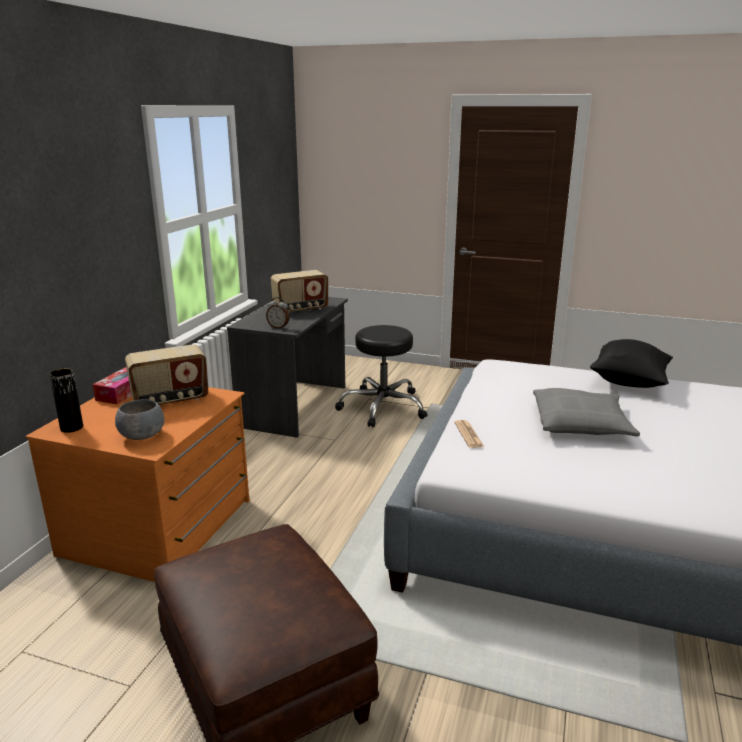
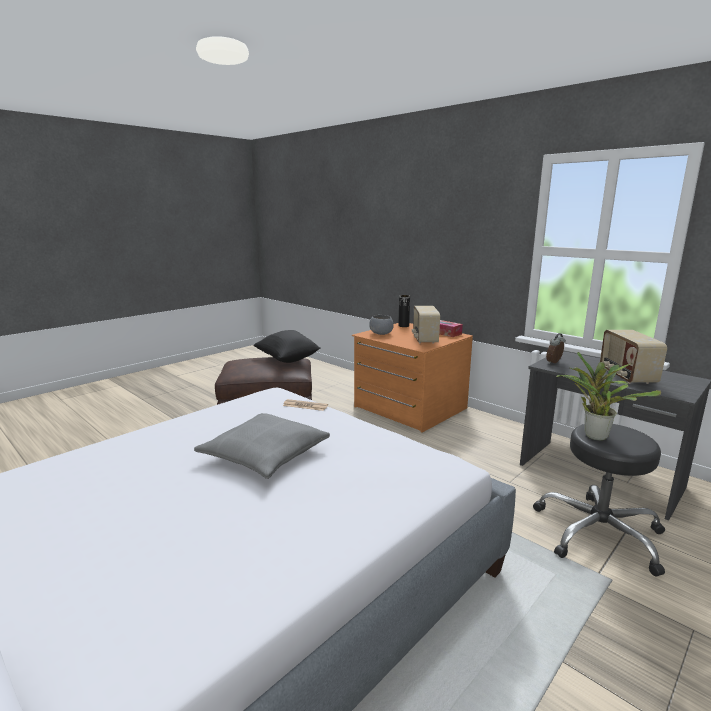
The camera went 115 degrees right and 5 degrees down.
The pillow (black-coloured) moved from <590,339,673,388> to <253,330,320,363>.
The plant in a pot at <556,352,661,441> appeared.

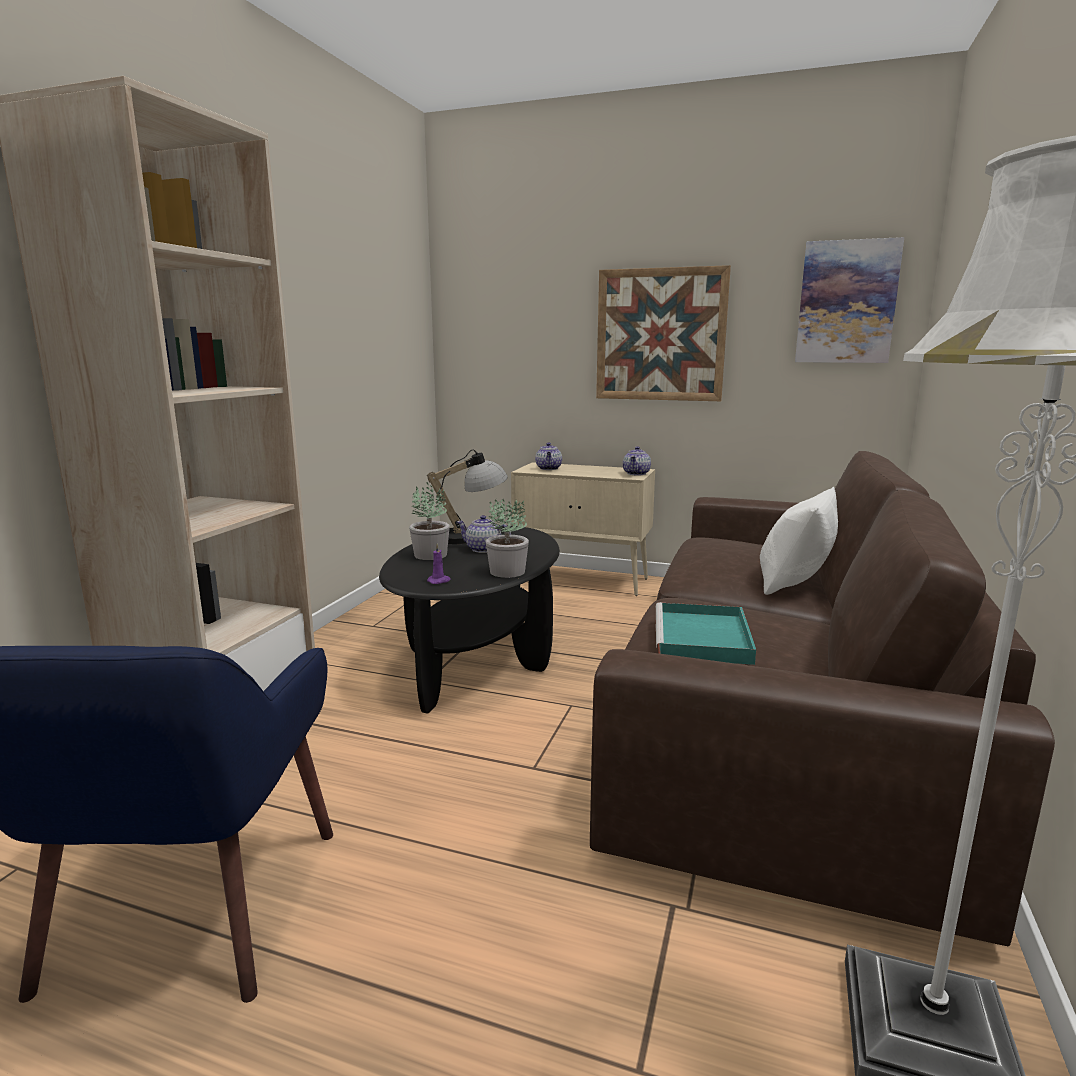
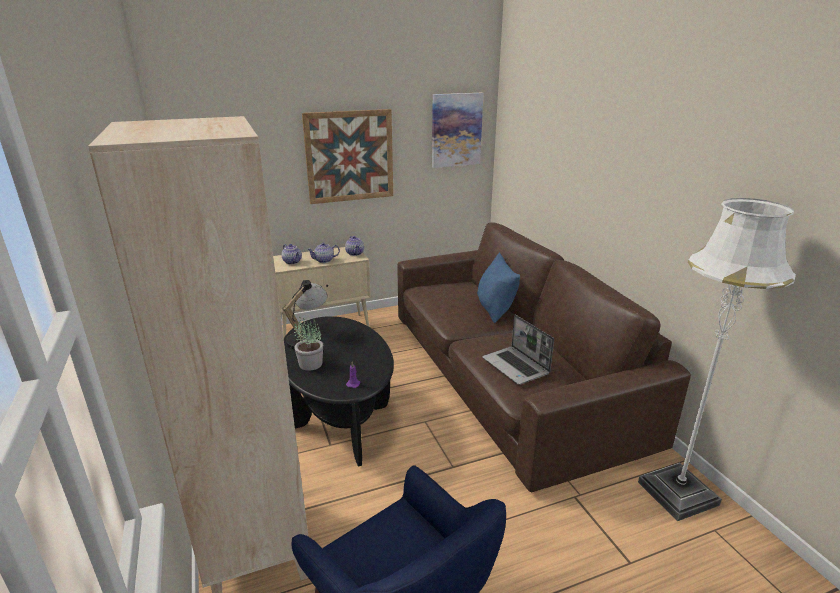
The camera went 40 degrees left and 10 degrees up.
The pot for tea moved from <457,515,511,553> to <307,243,340,263>.
The plant in a pot at <486,499,529,578> disappeared.
The carrying tray (turquoise) at <656,602,756,665> was replaced by the notebook computer at <482,315,554,385>.
The pillow (white) at <760,487,838,595> became the pillow (blue) at <477,253,520,323>.

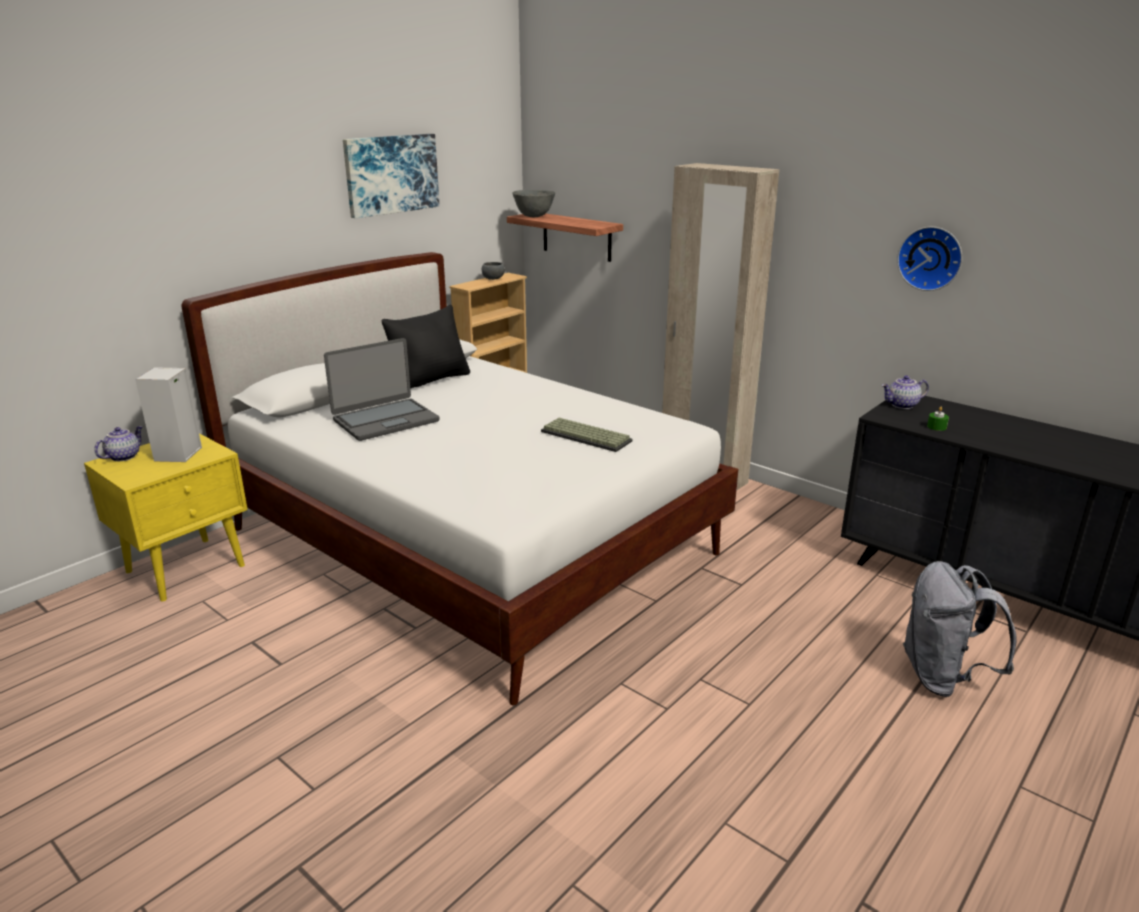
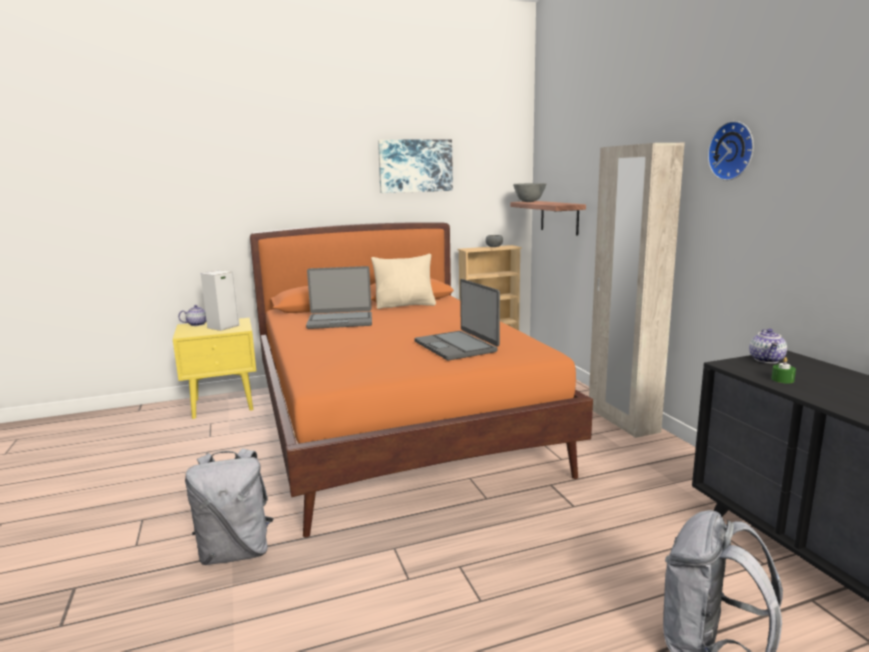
The camera went 30 degrees right and 10 degrees down.
The bed (white) at <182,252,738,706> became the bed (orange-coloured) at <250,222,593,538>.
The pillow (black-coloured) at <382,304,470,389> became the pillow (beige-coloured) at <371,254,436,309>.
The keyboard at <541,418,633,452> was replaced by the notebook computer at <414,279,500,361>.
The pot for tea at <882,376,929,409> turned 90 degrees counterclockwise.
The clock on the wall moved from <897,227,962,291> to <707,121,754,181>.
The rucksack (grey) at <185,449,273,565> appeared.

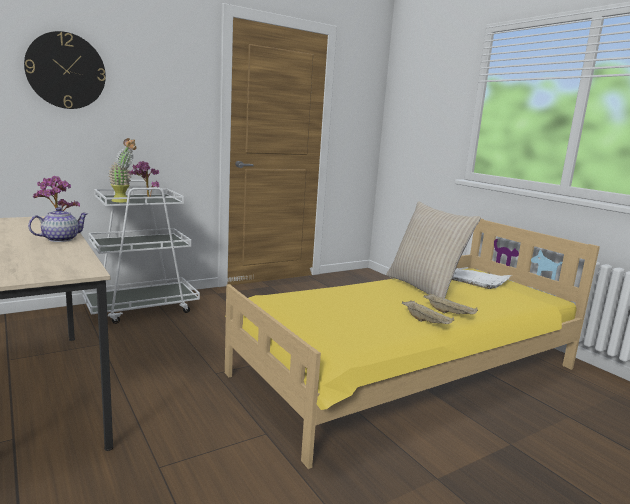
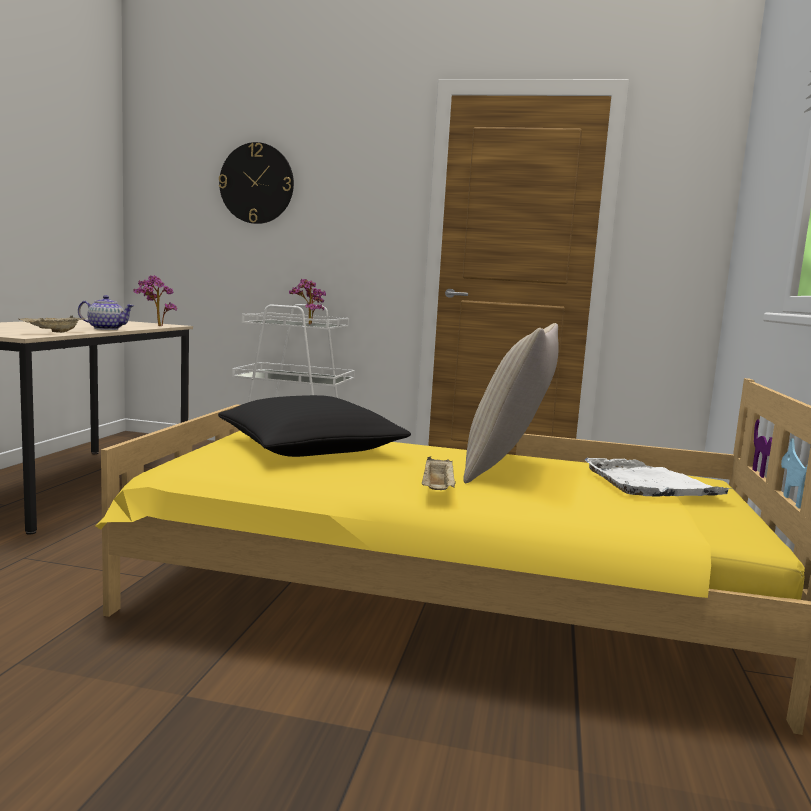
The camera went 45 degrees right and 5 degrees down.
The plant in a pot at <108,138,136,202> disappeared.
The carrying tray (beige-coloured) moved from <402,301,454,324> to <19,315,85,333>.
The pillow (black-coloured) at <218,395,411,457> appeared.

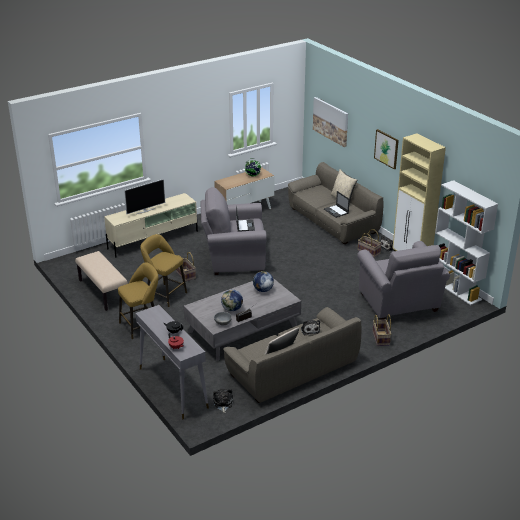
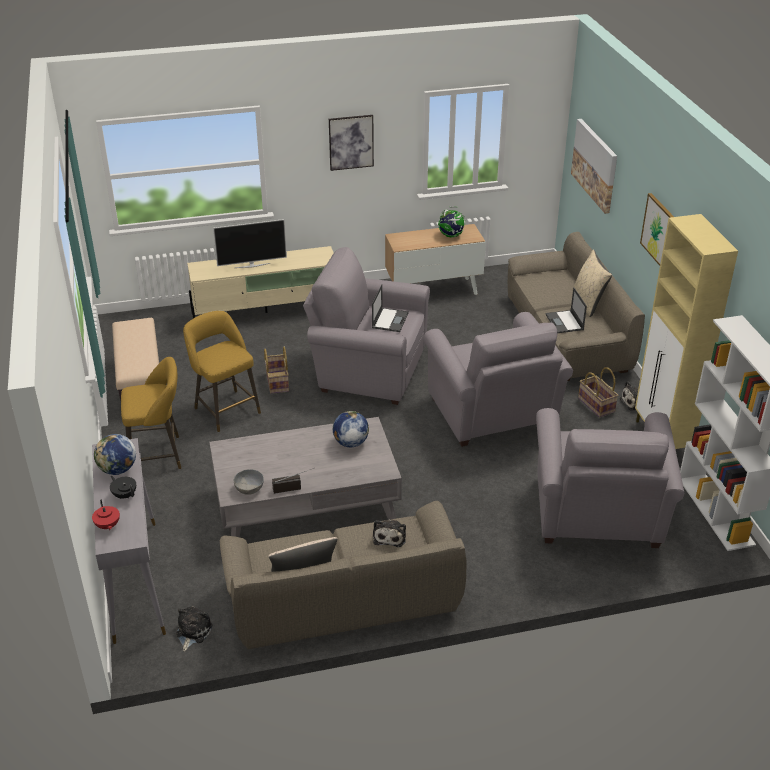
The camera went 20 degrees right and 5 degrees up.
The desk globe moved from <221,290,243,311> to <94,434,136,475>.
The storage basket at <372,314,391,346> disappeared.
The wall picture at <329,115,374,171> appeared.
The lounge chair (grey) at <423,312,573,447> appeared.

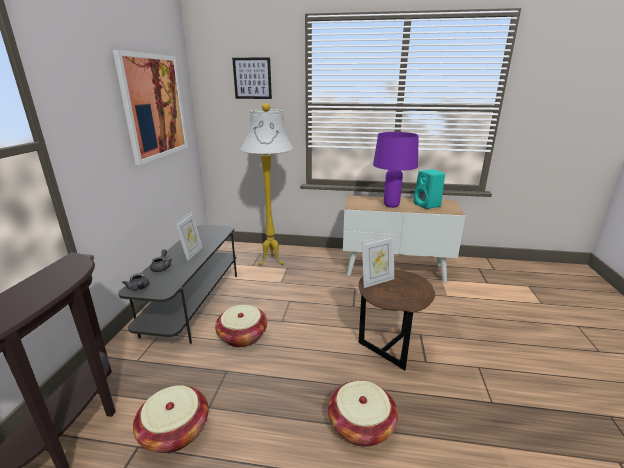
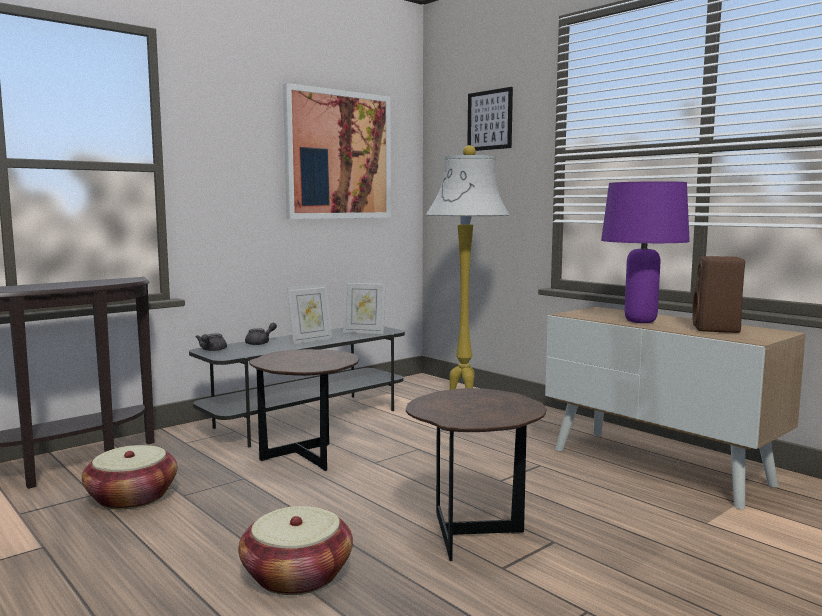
The camera went 40 degrees right and 15 degrees down.
The storage basket at <215,305,267,347> was replaced by the end table (brownish) at <249,349,359,471>.
The picture frame moved from <362,234,394,288> to <343,280,386,334>.
The loudspeaker (turquoise) at <414,169,445,209> became the loudspeaker (brownish) at <692,256,745,333>.

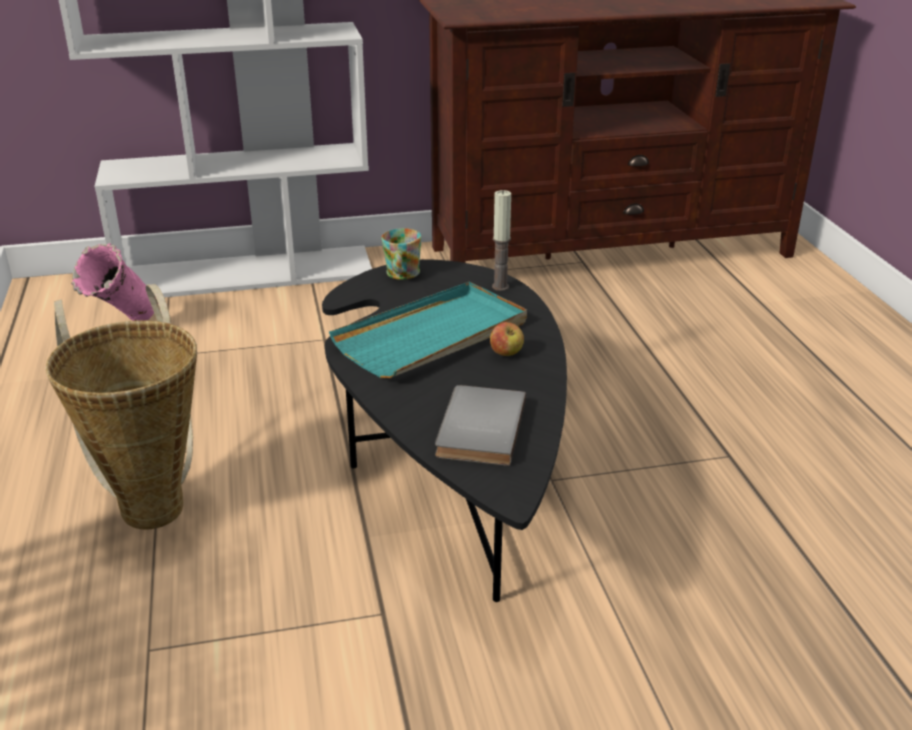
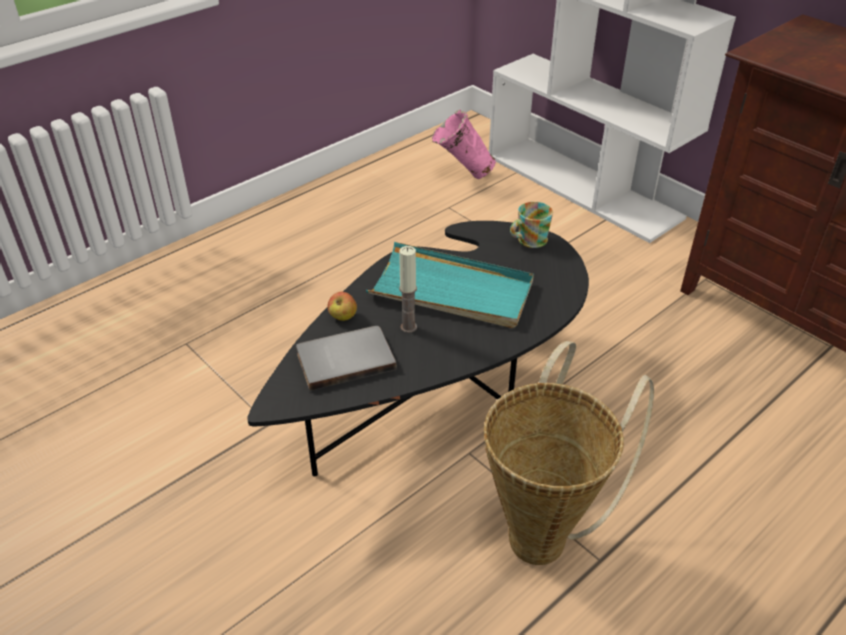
The camera went 60 degrees right and 10 degrees up.
The storage basket moved from <45,284,197,530> to <484,341,654,565>.
The whole apple moved from <490,322,524,356> to <327,292,357,321>.
The wax light moved from <492,190,511,291> to <399,246,417,333>.

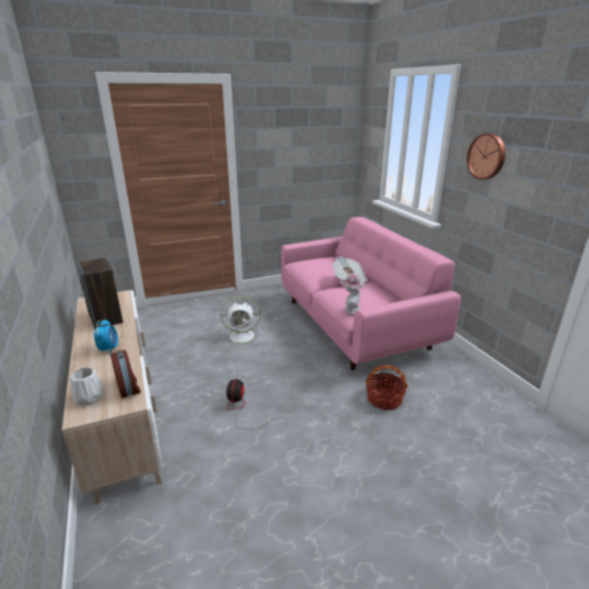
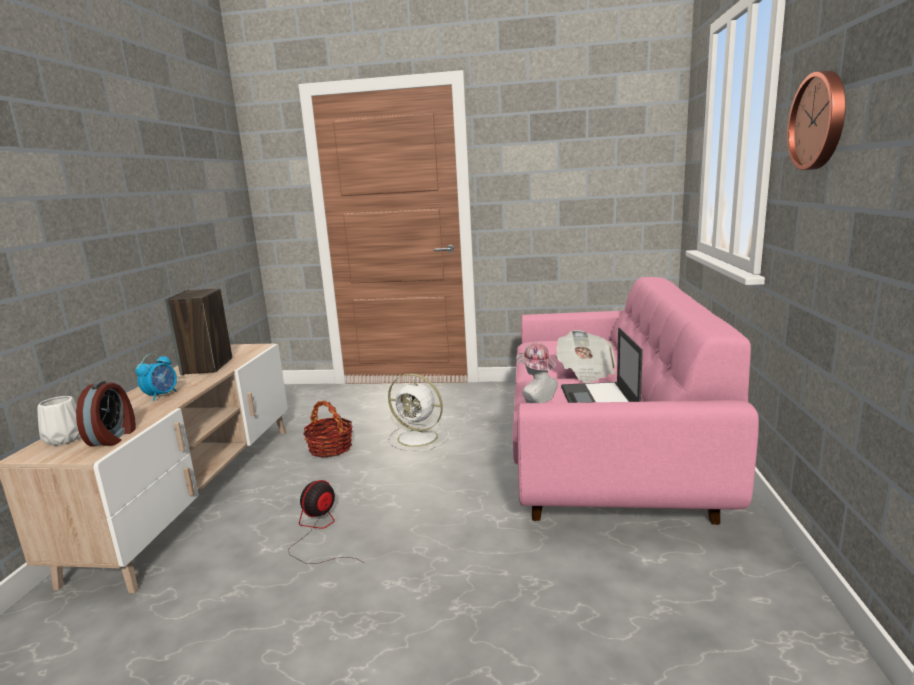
The camera went 30 degrees right and 10 degrees down.
The storage basket moved from <366,365,408,410> to <303,400,353,458>.
The notebook computer at <561,328,643,403> appeared.

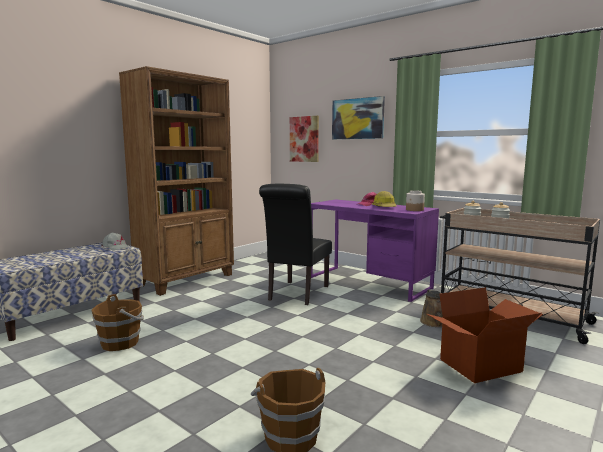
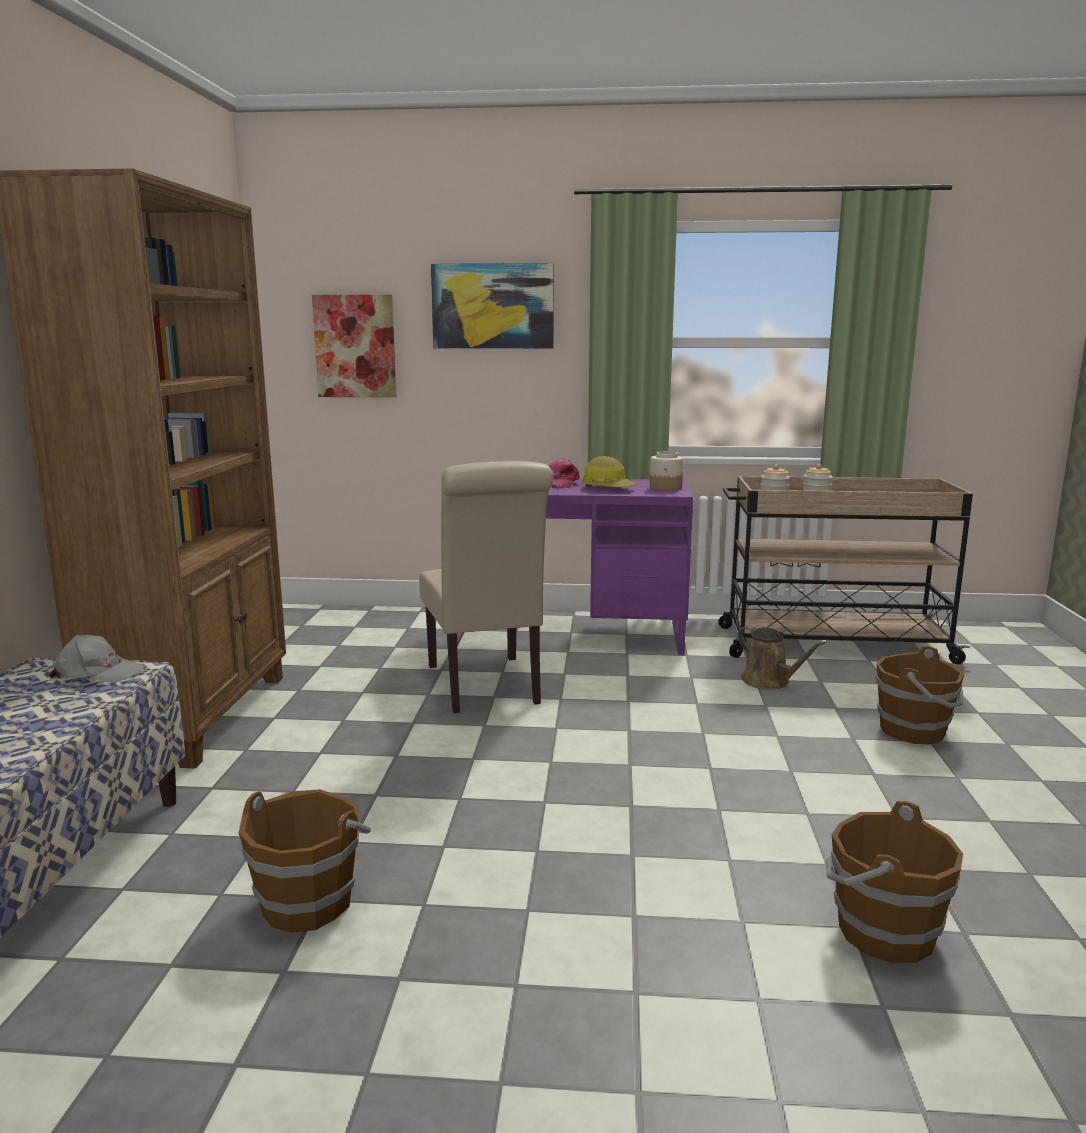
The camera went 35 degrees left and 5 degrees up.
The plain chair (black-coloured) at <259,184,332,305> became the plain chair (beige-coloured) at <419,461,553,713>.
The carton at <427,287,543,383> was replaced by the pail (brownish) at <875,646,965,744>.

